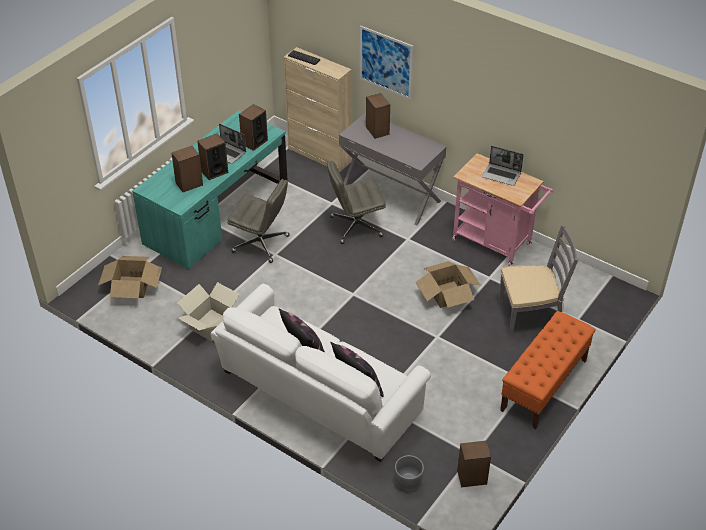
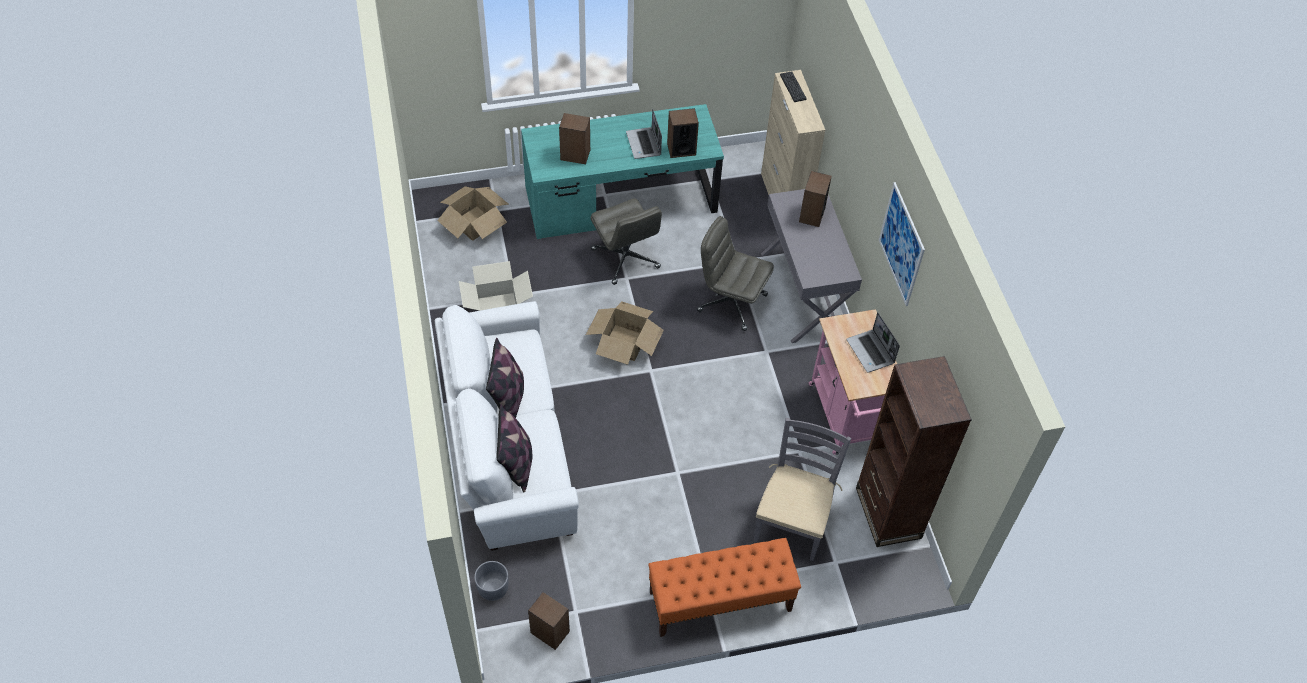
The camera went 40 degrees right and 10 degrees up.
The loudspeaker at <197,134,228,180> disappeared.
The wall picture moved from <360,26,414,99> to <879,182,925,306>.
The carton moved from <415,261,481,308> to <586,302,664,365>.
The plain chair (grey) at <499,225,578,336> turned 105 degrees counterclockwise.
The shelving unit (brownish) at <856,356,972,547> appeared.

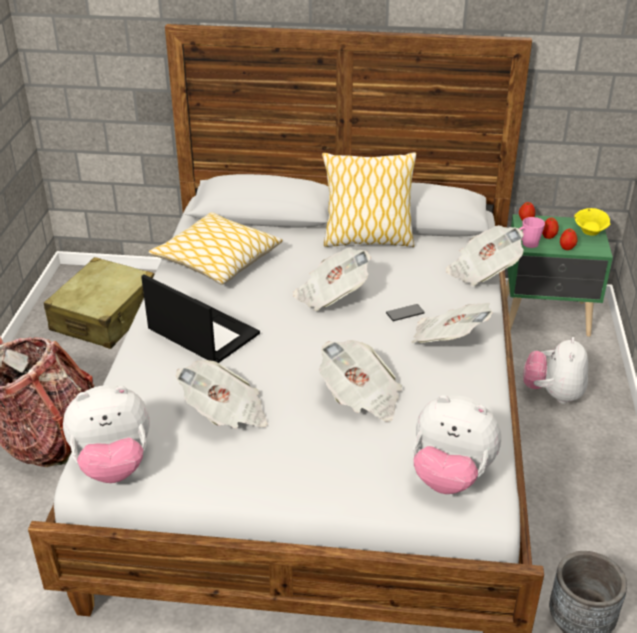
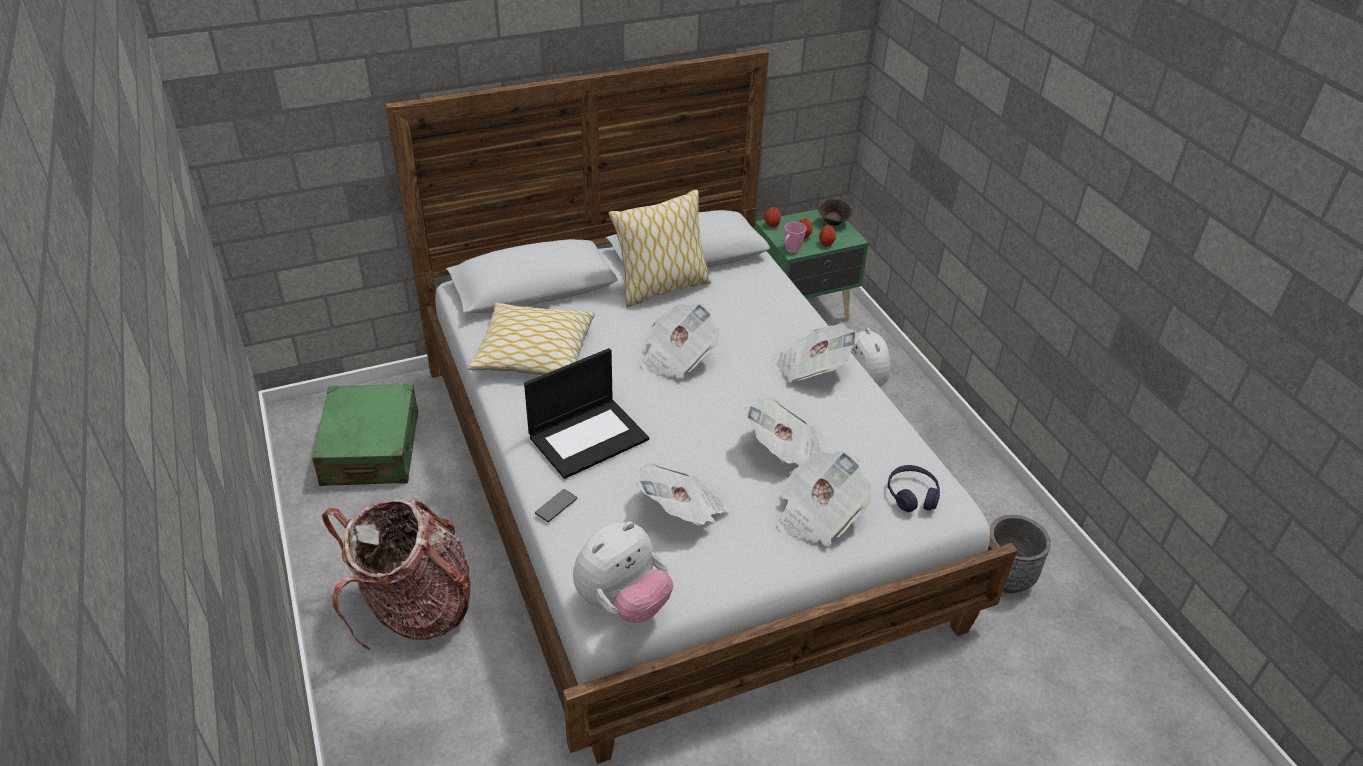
The camera went 30 degrees left and 5 degrees up.
The piece of luggage (beige-coloured) at <44,257,154,349> became the piece of luggage (greenish) at <312,384,418,486>.
The notebook computer at <141,274,260,363> turned 135 degrees clockwise.
The telephone moved from <386,304,425,321> to <535,489,577,522>.
The plush toy at <413,395,501,494> was replaced by the headset (purple) at <888,465,940,512>.
The daily paper moved from <446,225,524,286> to <777,451,871,545>.
The serving bowl (yellowish) at <574,208,610,236> became the serving bowl (brownish) at <818,199,853,226>.

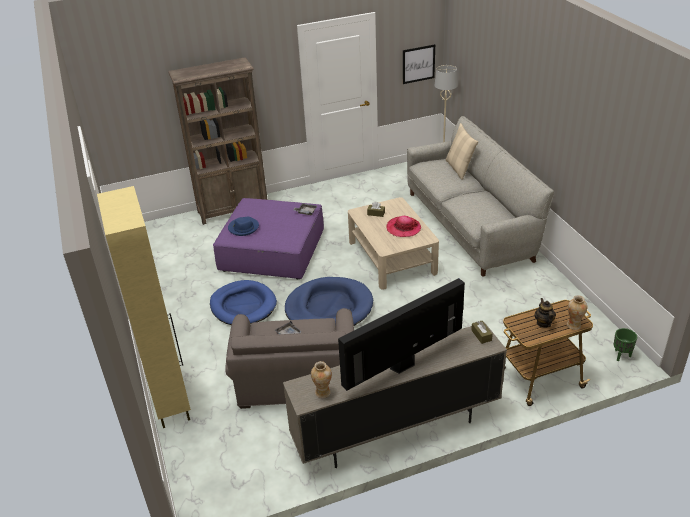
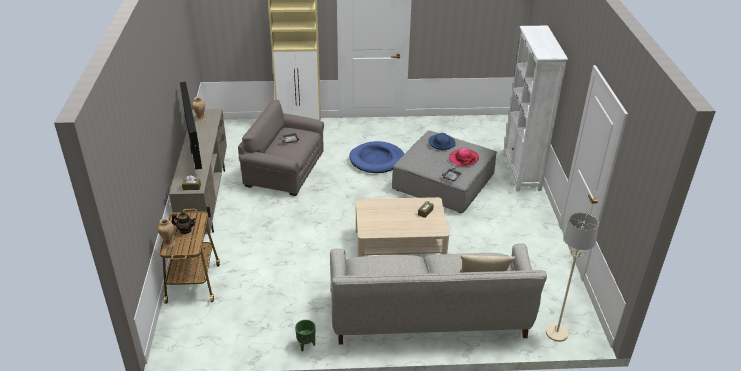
The camera went 105 degrees right and 0 degrees up.
The shelving unit (brownish) at <168,57,268,225> became the shelving unit (white) at <503,26,568,191>.
The pouffe (purple) at <213,198,324,279> became the pouffe (grey) at <392,130,497,213>.
The dog cushion (blue) at <285,277,373,326> disappeared.
The clothing hat moved from <386,216,421,237> to <449,148,479,166>.
The wall picture at <403,44,435,84> disappeared.
The flower pot (greenish) moved from <614,328,637,361> to <295,320,315,352>.

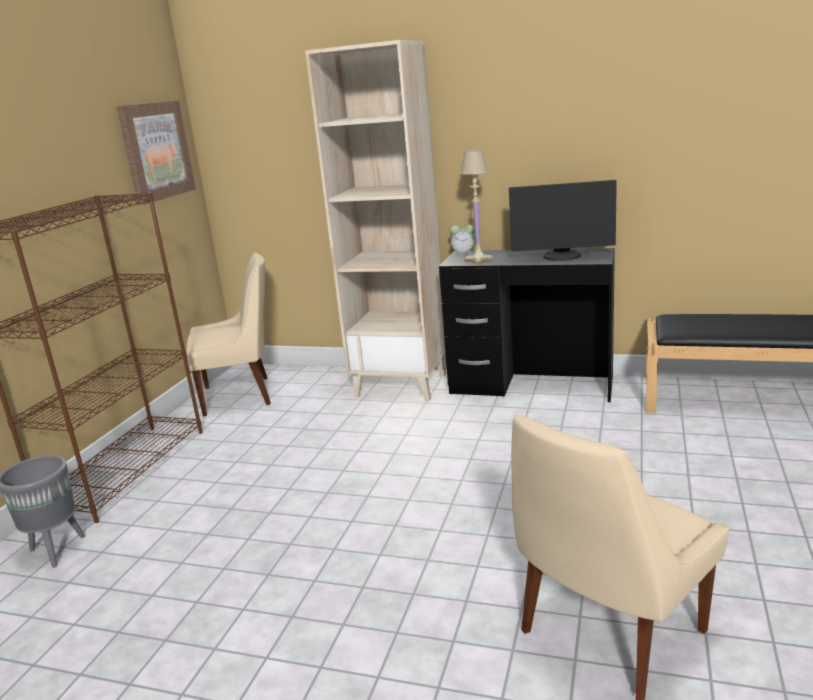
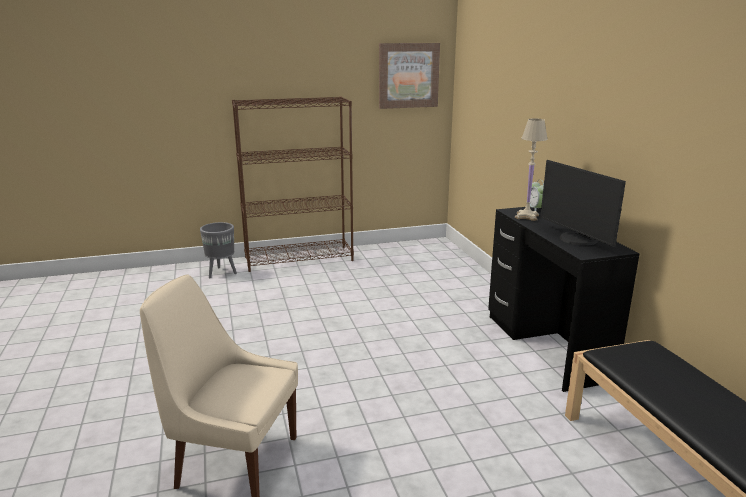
The camera went 55 degrees right and 0 degrees up.
The plain chair (beige-coloured) at <186,253,271,416> disappeared.
The shelving unit (beige-coloured) at <305,40,446,401> disappeared.

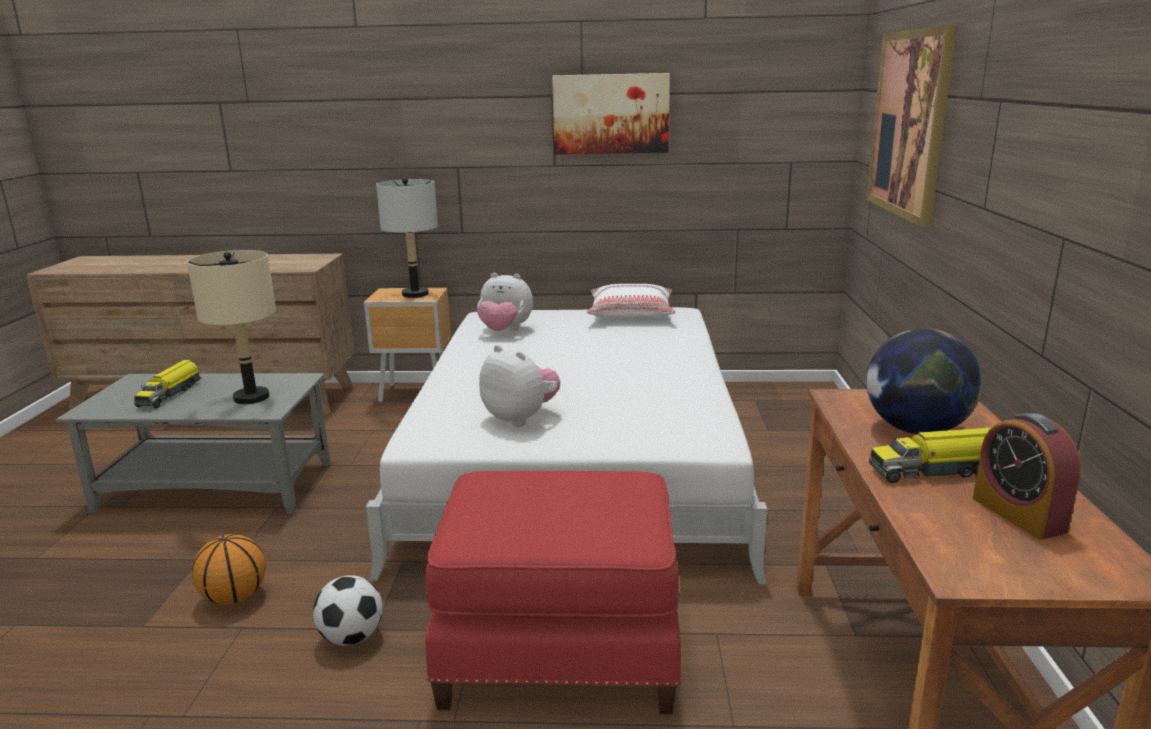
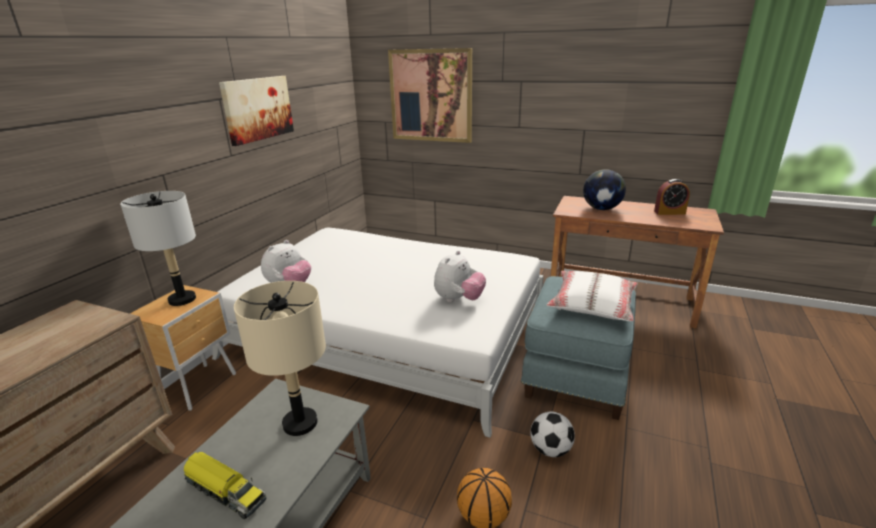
The camera went 70 degrees left and 5 degrees up.
The pouffe (reddish) at <425,471,682,714> became the pouffe (blue) at <521,276,636,420>.
The plush toy at <479,345,560,427> turned 150 degrees clockwise.
The pillow (white) moved from <587,284,676,319> to <547,271,638,321>.
The model truck at <869,428,990,483> disappeared.

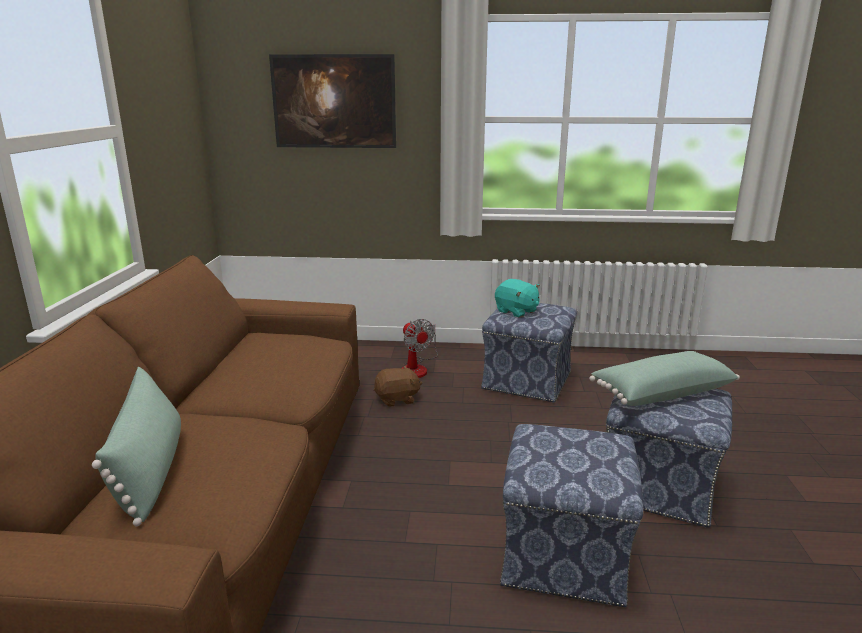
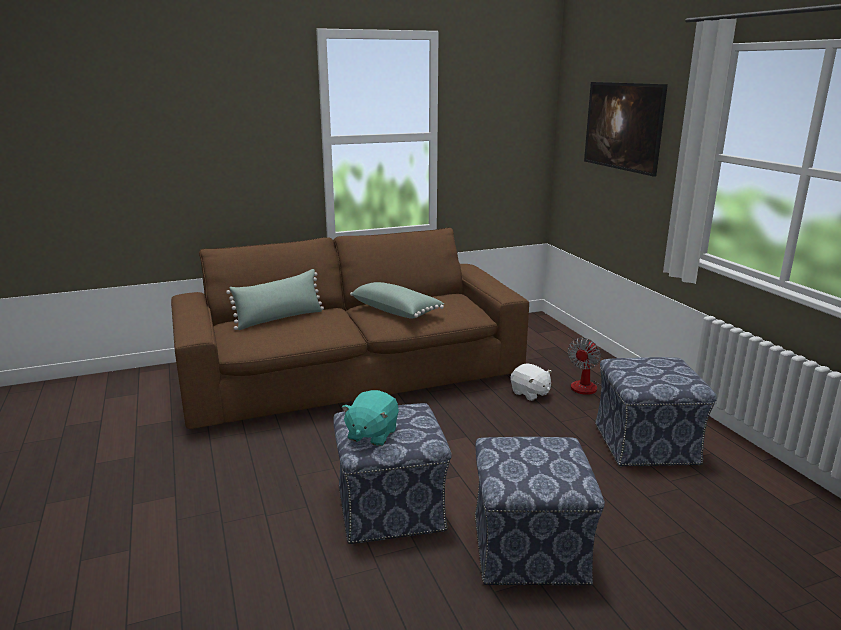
The camera went 65 degrees right and 0 degrees up.
The plush toy (brownish) at <374,366,422,407> became the plush toy (white) at <511,363,552,401>.
The plush toy (turquoise) moved from <495,279,540,318> to <341,390,399,446>.
The pillow (greenish) moved from <589,351,740,406> to <350,282,444,319>.

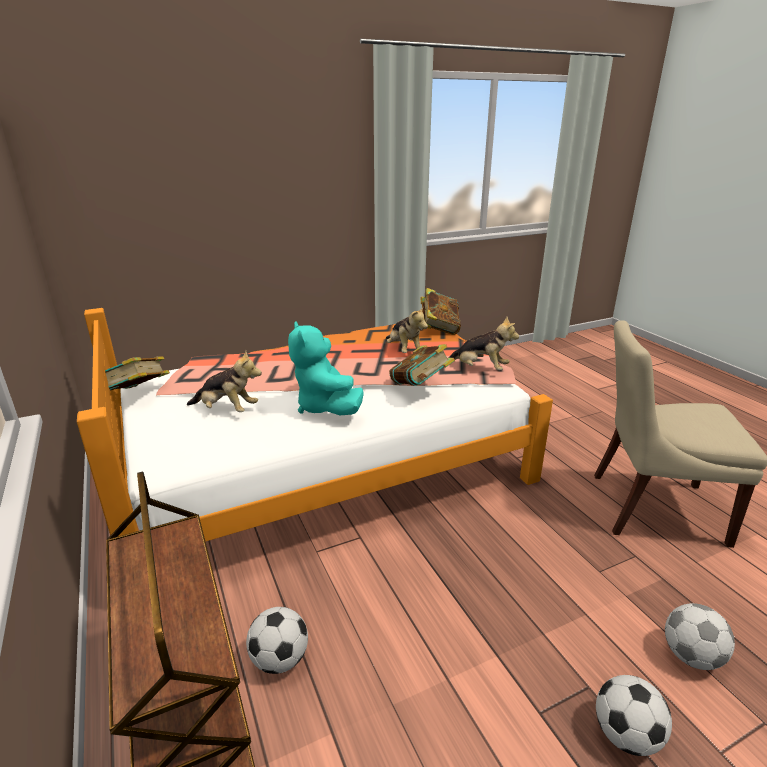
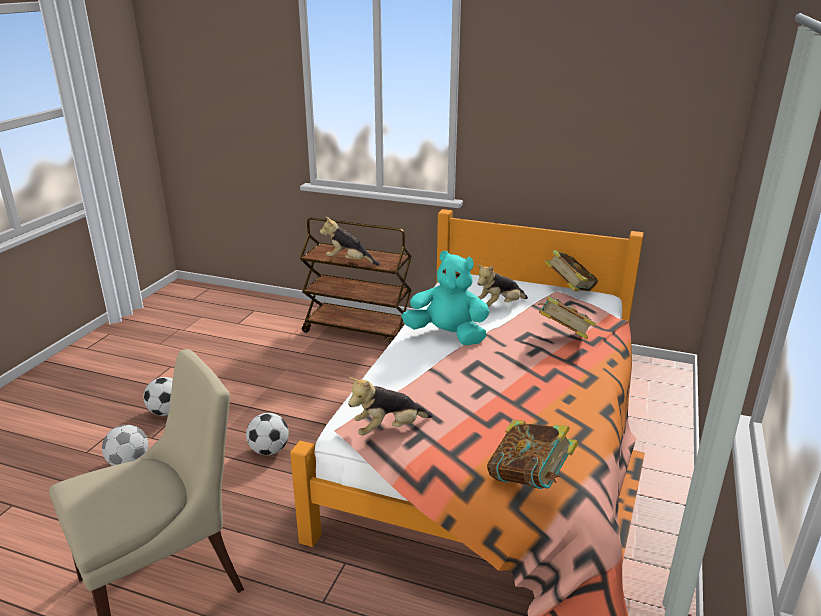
The camera went 135 degrees right and 0 degrees up.
The football moved from <246,607,308,674> to <246,413,289,455>.
The plush toy moved from <386,305,428,353> to <320,217,380,266>.
The bound book moved from <389,344,455,386> to <538,296,596,339>.

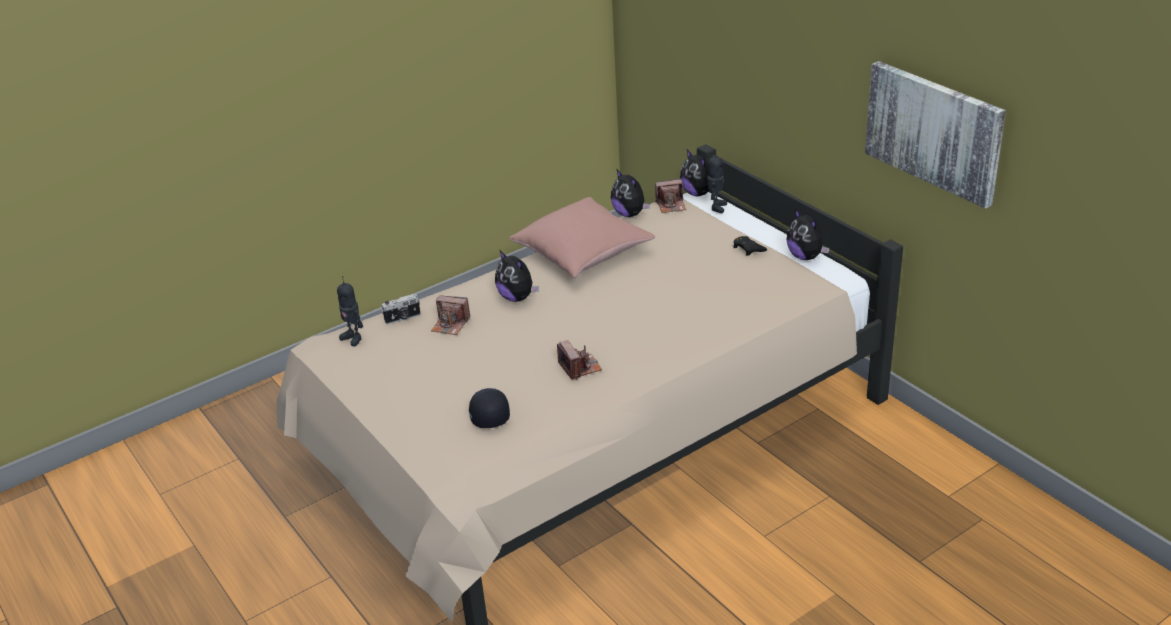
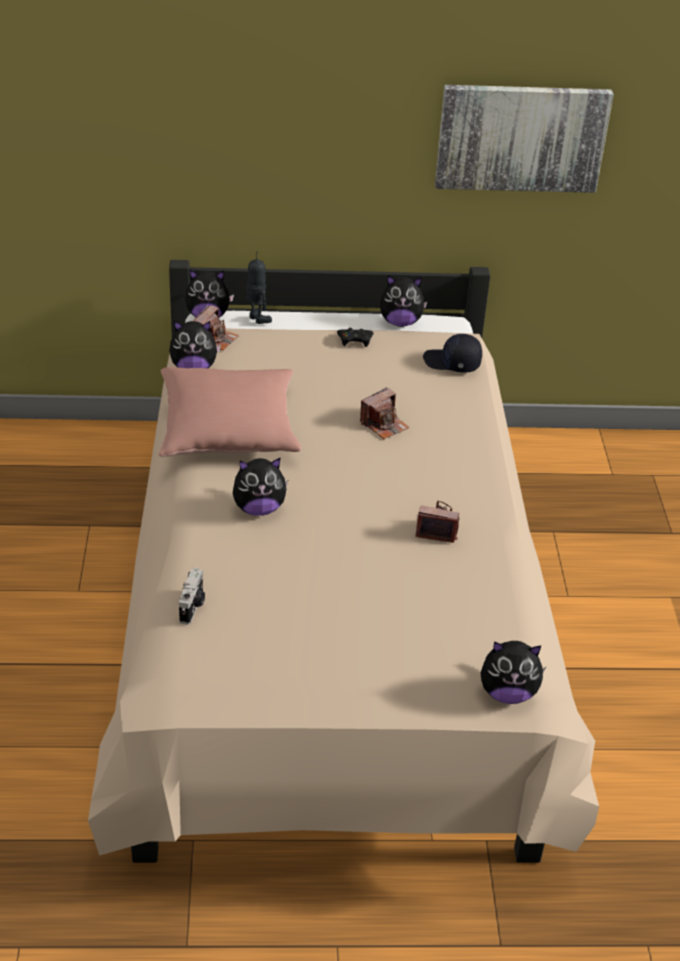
The camera went 60 degrees left and 5 degrees up.
The robot figure at <337,276,363,346> disappeared.
The still camera moved from <431,295,470,335> to <360,387,409,439>.
The peaked cap (black-coloured) moved from <469,388,510,428> to <423,334,482,373>.
The plush toy at <480,641,547,704> appeared.

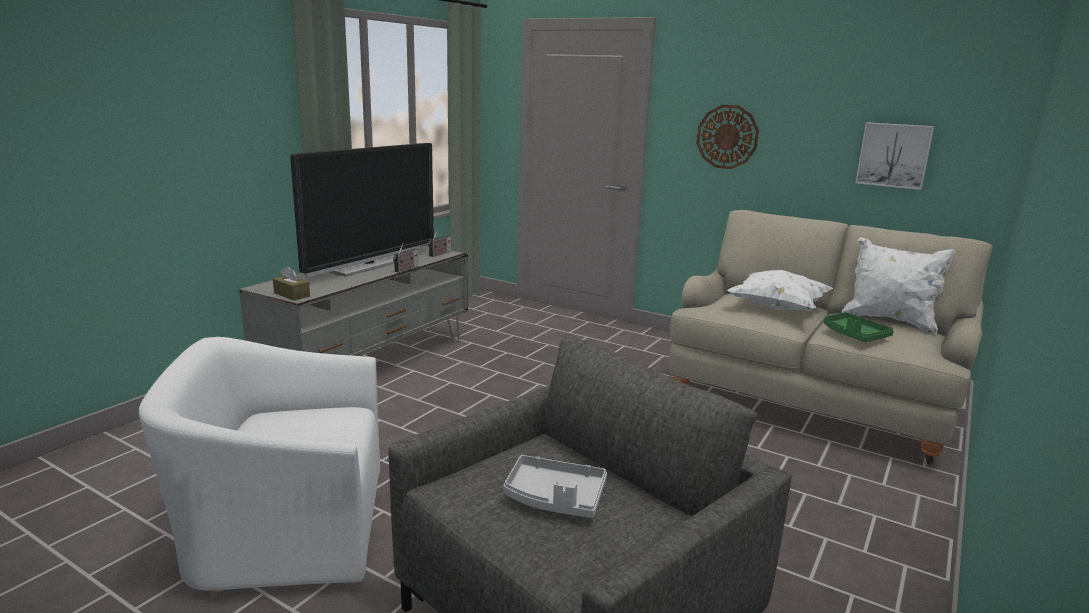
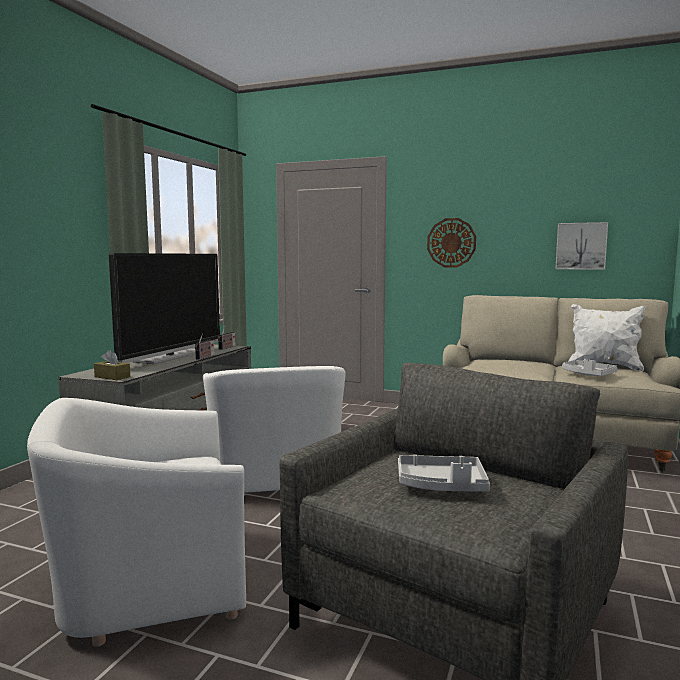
The camera went 10 degrees left and 10 degrees down.
The pillow (white) at <727,270,833,311> disappeared.
The carrying tray (greenish) at <824,312,894,342> became the carrying tray (grey) at <562,359,618,376>.
The lounge chair (white) at <203,366,346,493> appeared.

